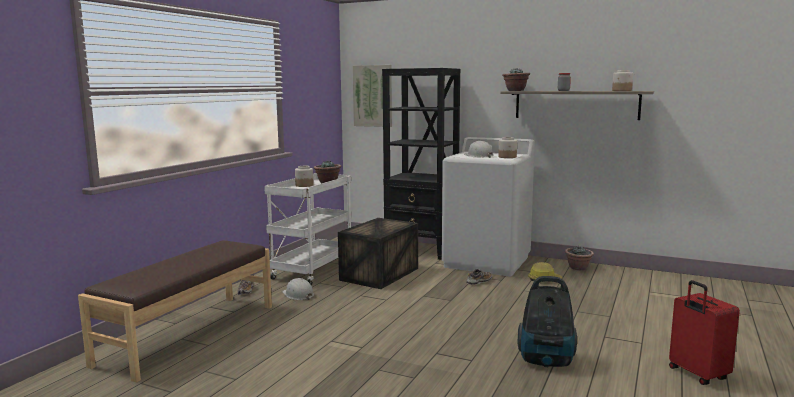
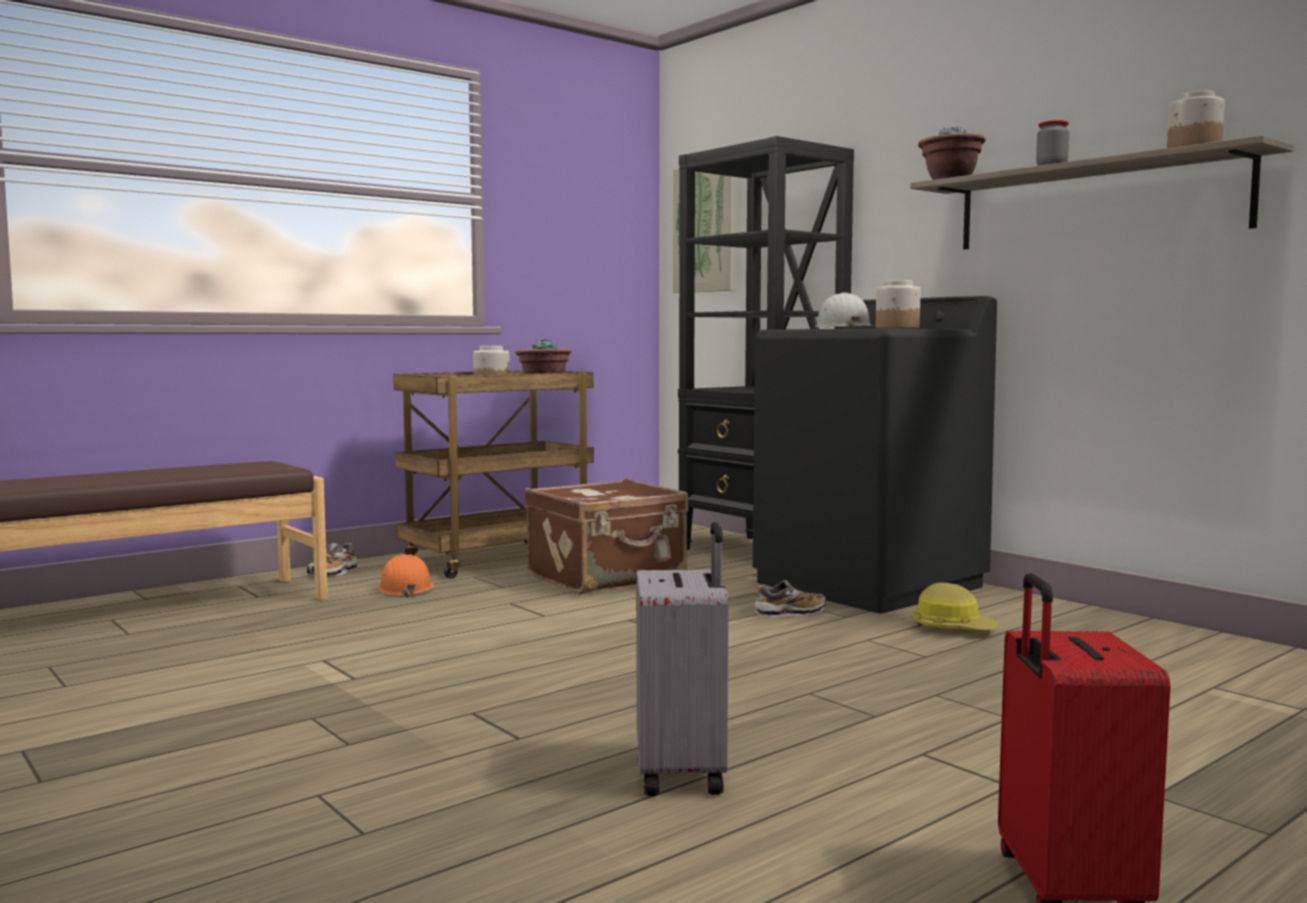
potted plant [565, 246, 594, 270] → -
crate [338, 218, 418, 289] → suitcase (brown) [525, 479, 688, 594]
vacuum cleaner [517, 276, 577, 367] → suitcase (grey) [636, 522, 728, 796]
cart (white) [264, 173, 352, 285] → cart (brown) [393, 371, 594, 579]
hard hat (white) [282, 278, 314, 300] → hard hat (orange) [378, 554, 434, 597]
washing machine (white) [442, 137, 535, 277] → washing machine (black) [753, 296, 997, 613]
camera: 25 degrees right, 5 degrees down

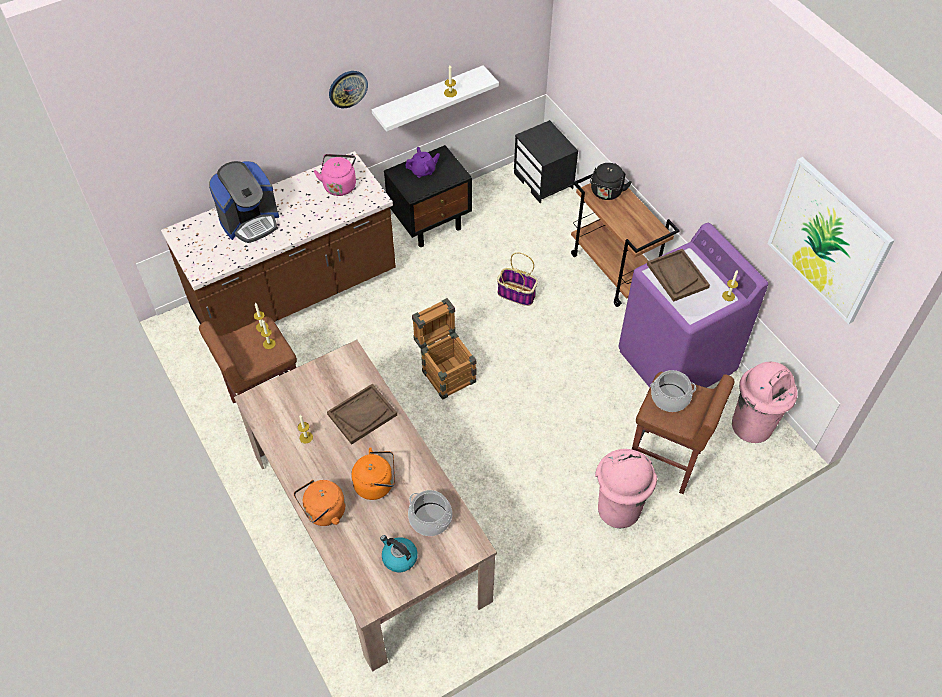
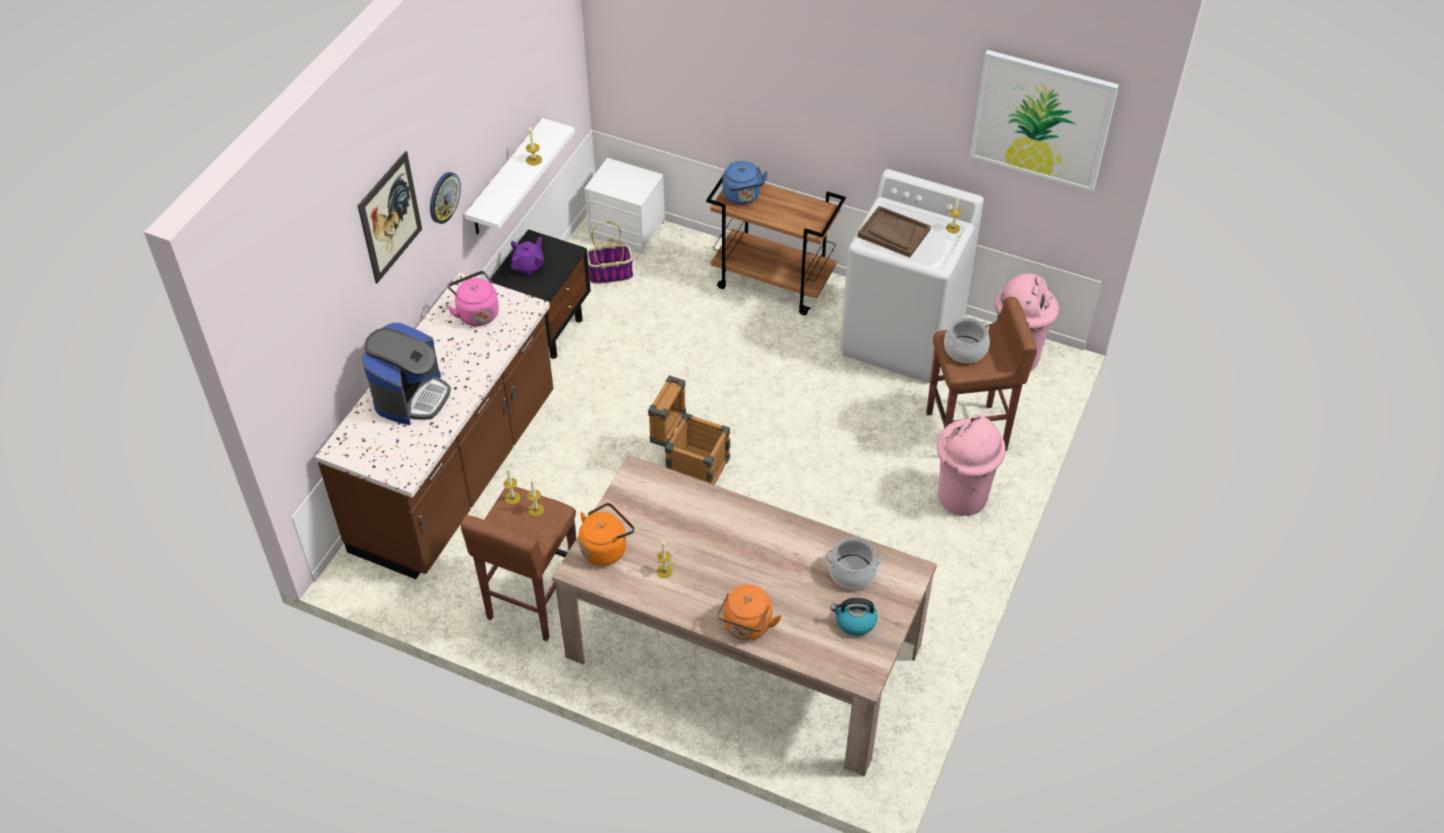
tray (brown) [327, 384, 397, 445] → -
- → picture [357, 151, 422, 283]
kettle (orange) [351, 447, 395, 500] → kettle (orange) [579, 503, 634, 566], moved
basket [497, 253, 538, 306] → basket [587, 222, 633, 284], moved
nightstand (black) [514, 120, 578, 203] → nightstand (white) [584, 158, 665, 254]
kettle (black) [590, 163, 632, 200] → kettle (blue) [723, 161, 768, 204]
washing machine (purple) [618, 223, 768, 388] → washing machine (white) [840, 169, 984, 383]
camera: 35 degrees left, 5 degrees down

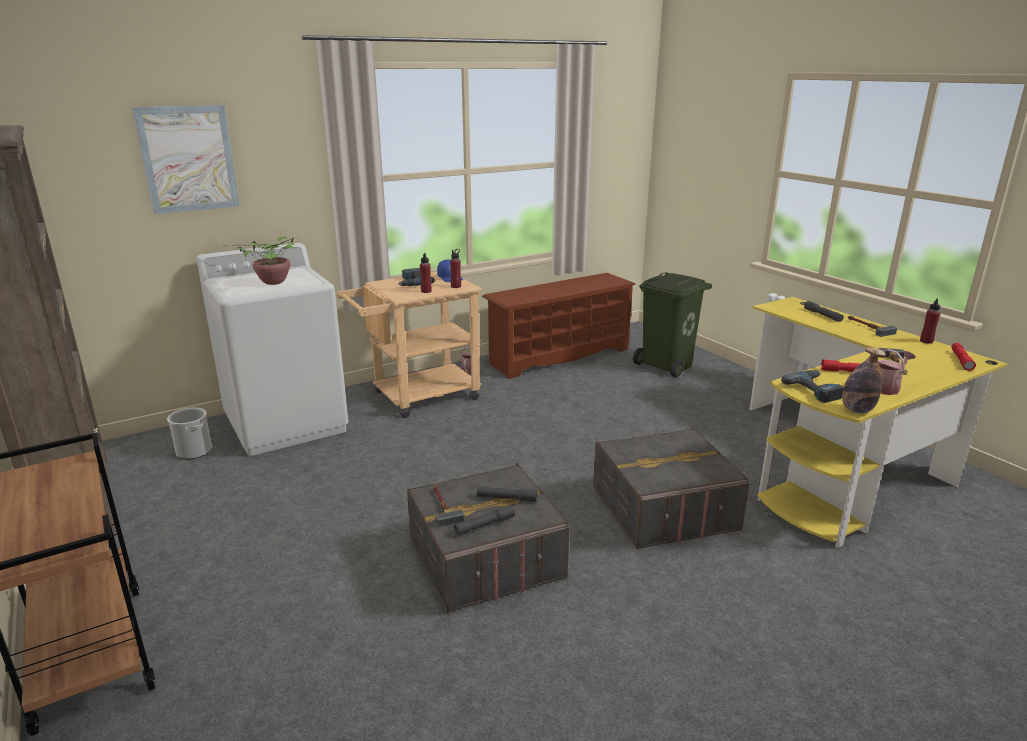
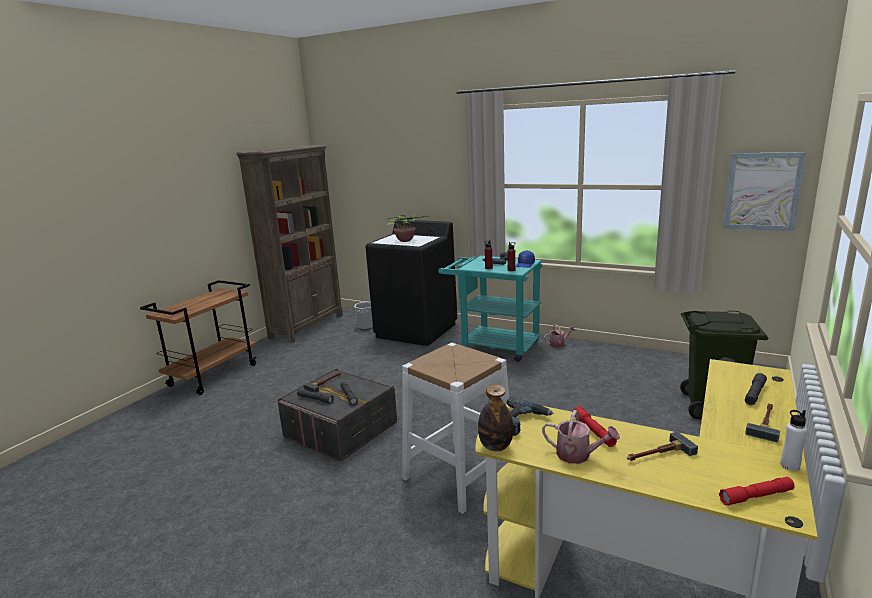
shoe rack (brown) [482, 273, 636, 379] → -
picture [132, 105, 240, 214] → picture [723, 152, 806, 231], moved
storage box (grey) [593, 427, 750, 549] → stool (white) [402, 343, 509, 514]
washing machine (white) [196, 243, 349, 456] → washing machine (black) [365, 219, 457, 346]
cart (beige) [336, 272, 482, 418] → cart (turquoise) [438, 256, 542, 362]
bottle (red) [920, 298, 941, 344] → bottle (white) [781, 410, 807, 471]
camera: 60 degrees right, 5 degrees down

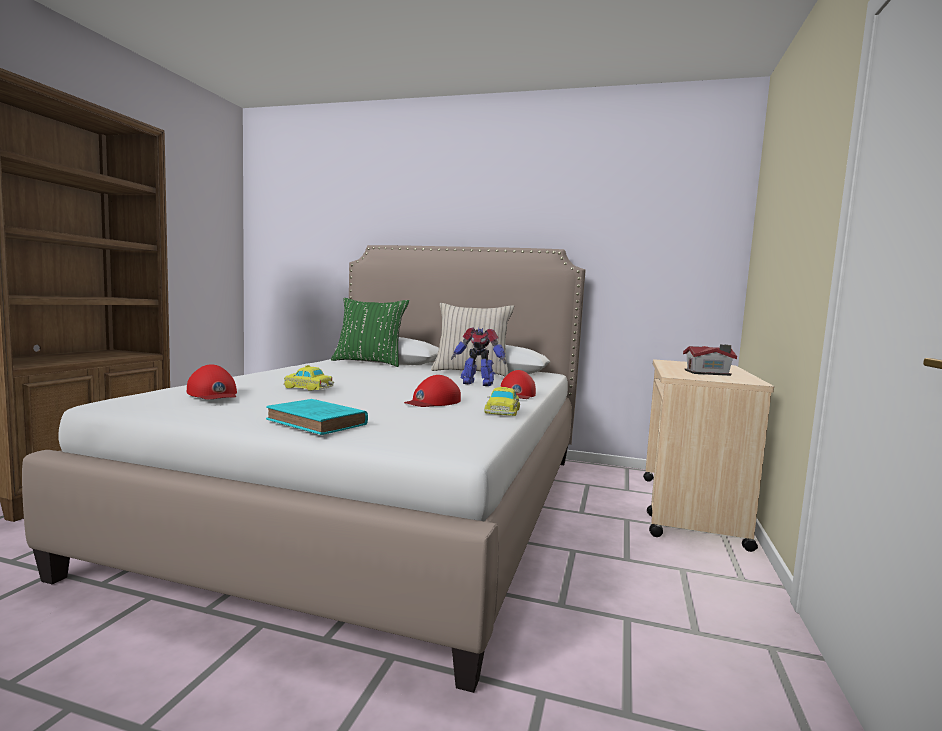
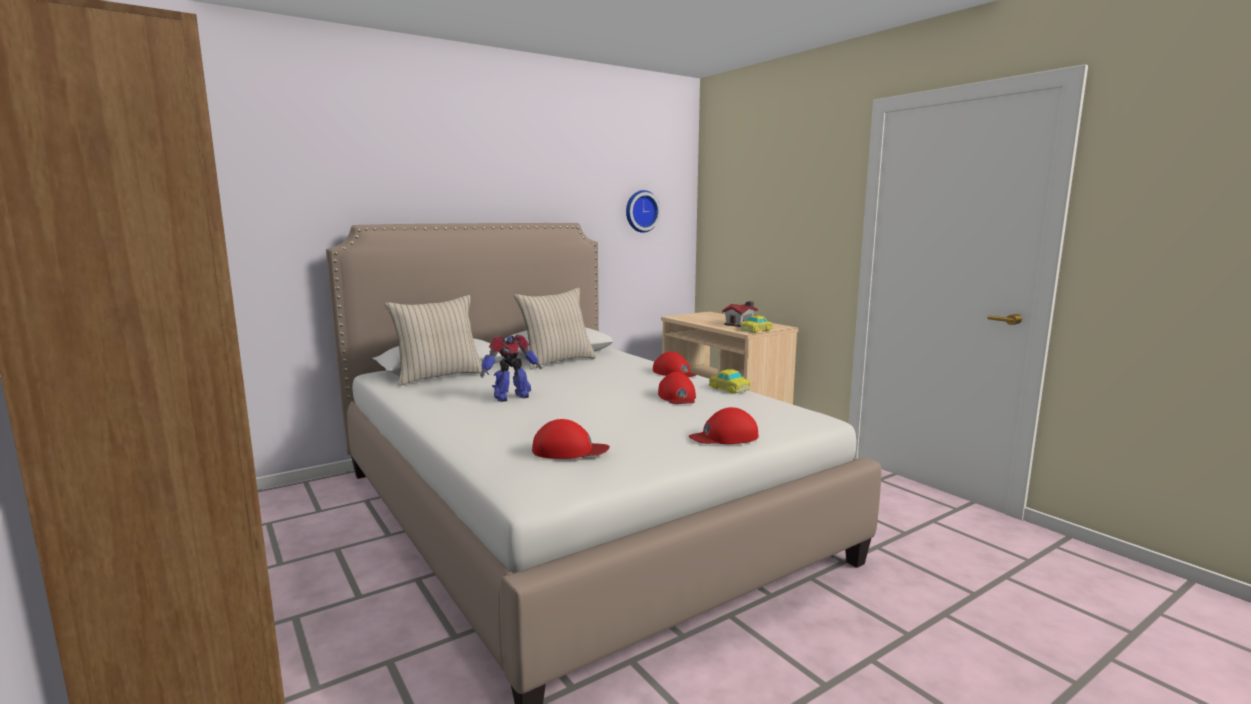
- → wall clock [626, 190, 661, 233]
toy car [283, 365, 334, 390] → toy car [740, 315, 773, 333], moved
toy robot [451, 327, 506, 386] → toy robot [480, 335, 542, 402], moved
book (turquoise) [266, 399, 368, 435] → cap (red) [689, 407, 758, 444]
pillow (green) [331, 298, 409, 367] → pillow (beige) [385, 295, 486, 386]
camera: 50 degrees left, 5 degrees up

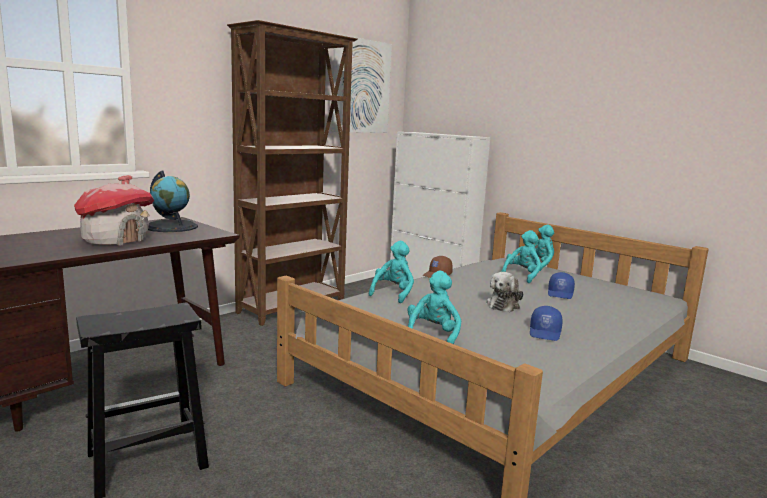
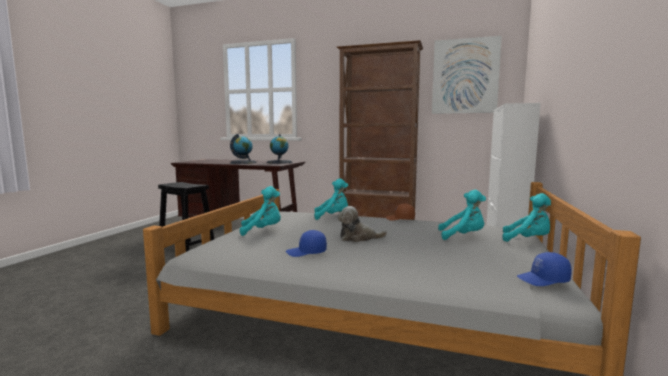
cap (blue) [548, 272, 575, 299] → cap (blue) [517, 252, 572, 286], moved
toy house [74, 175, 154, 246] → globe [230, 134, 257, 164]
camera: 65 degrees right, 5 degrees down

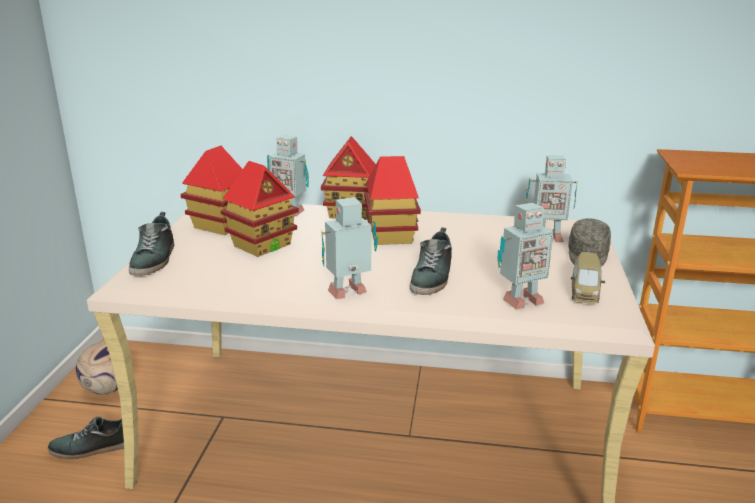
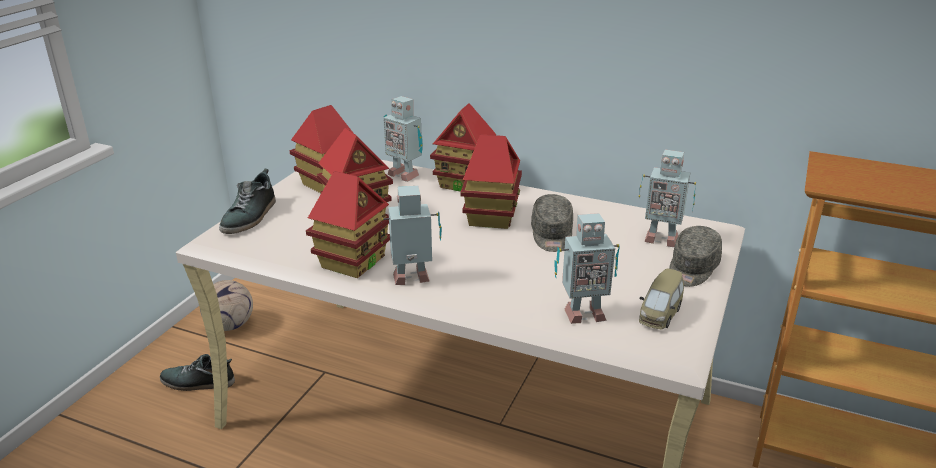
shoe [409, 227, 452, 295] → -
- → toy house [306, 171, 390, 278]
- → cap (grey) [531, 194, 573, 252]
camera: 15 degrees right, 5 degrees up

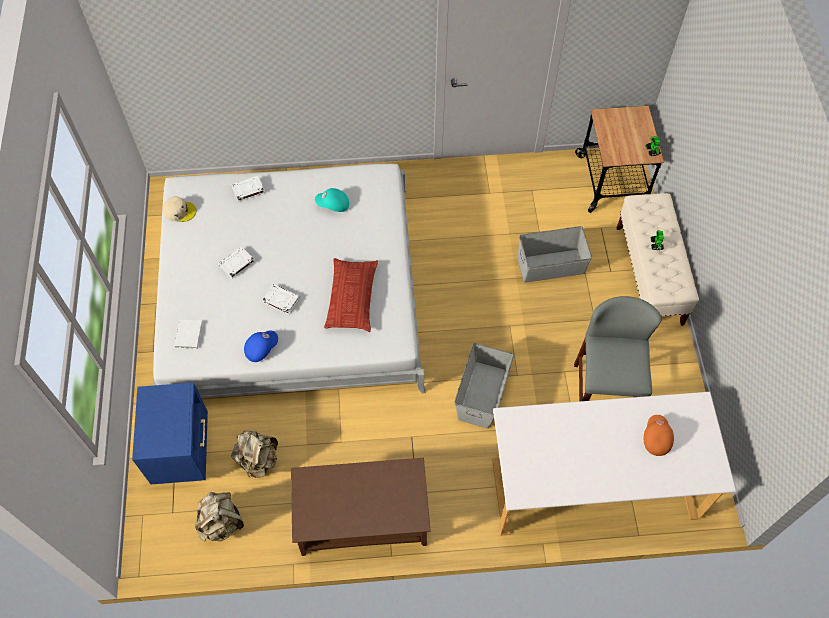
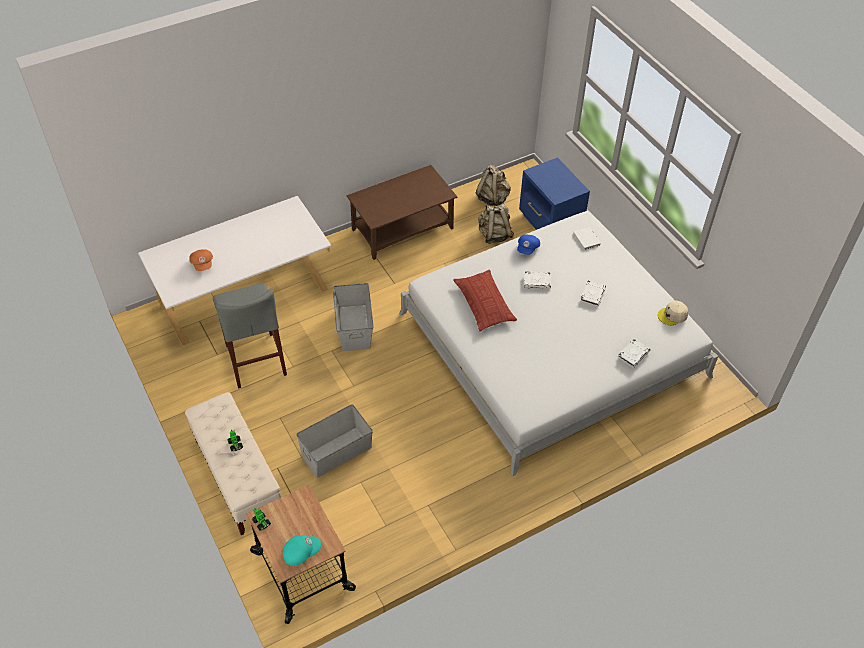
cap (turquoise) [315, 188, 349, 212] → cap (turquoise) [283, 535, 321, 566], moved
camera: 155 degrees right, 10 degrees down

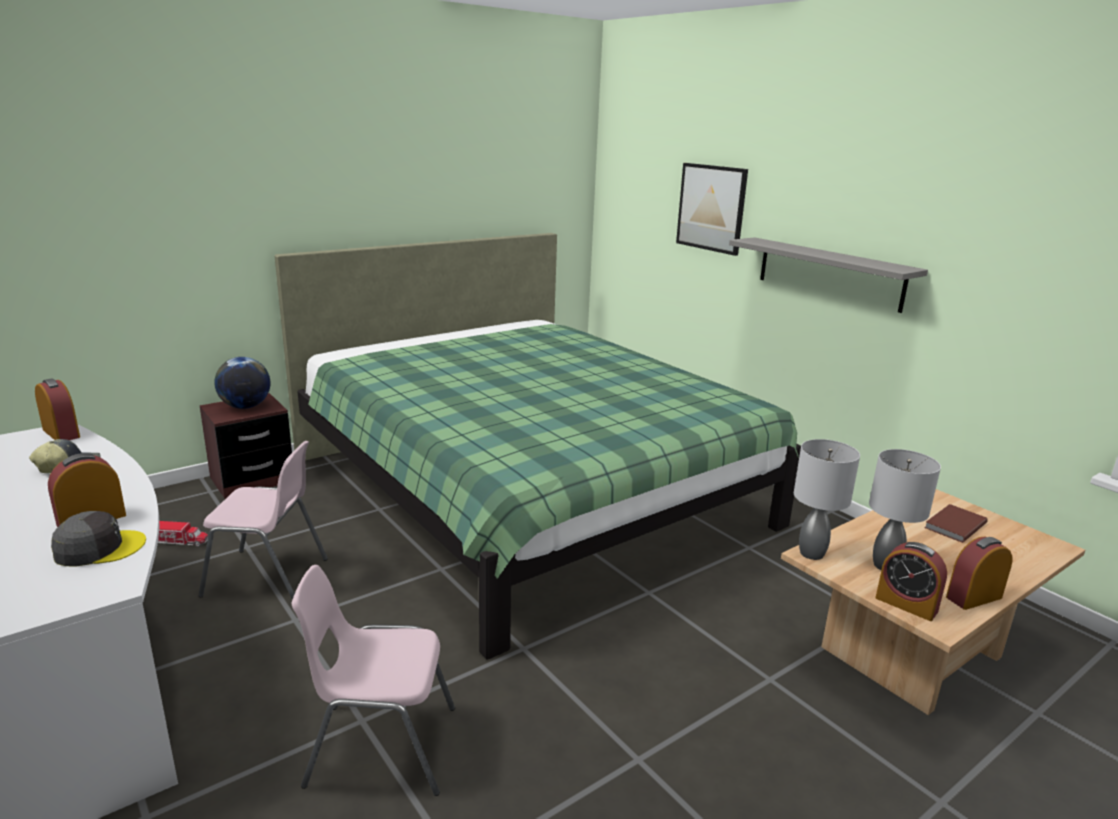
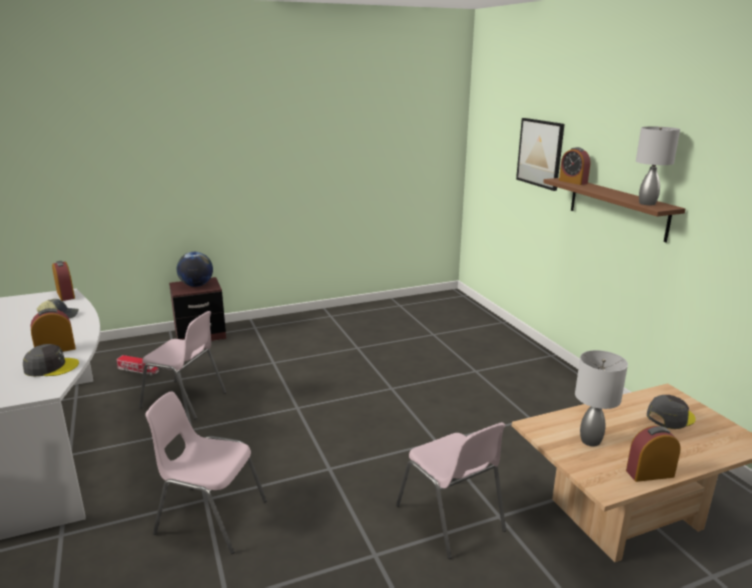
bed (green) [274, 233, 801, 660] → -
- → chair (pink) [396, 422, 506, 559]
table lamp (grey) [794, 439, 860, 560] → table lamp (grey) [636, 126, 680, 205], moved
alarm clock [875, 542, 947, 621] → alarm clock [559, 147, 591, 185], moved
book (brown) [924, 504, 988, 543] → cap (grey) [647, 395, 696, 429]
shelf (grey) [729, 237, 928, 313] → shelf (brown) [543, 178, 685, 242]
camera: 15 degrees right, 0 degrees up

